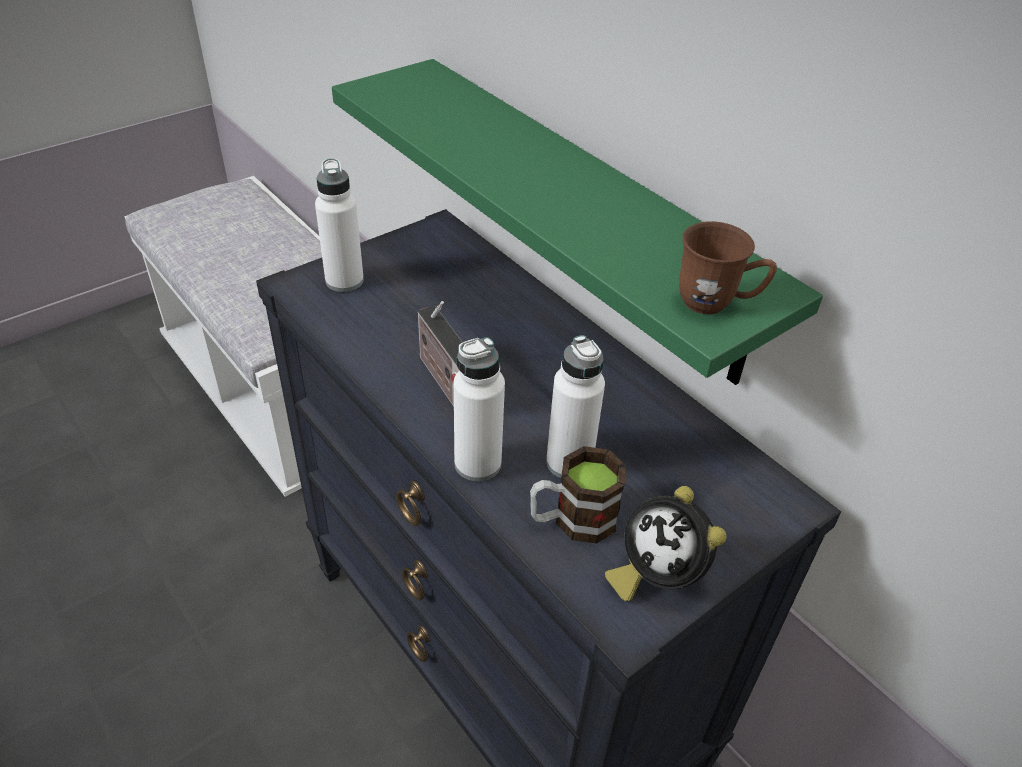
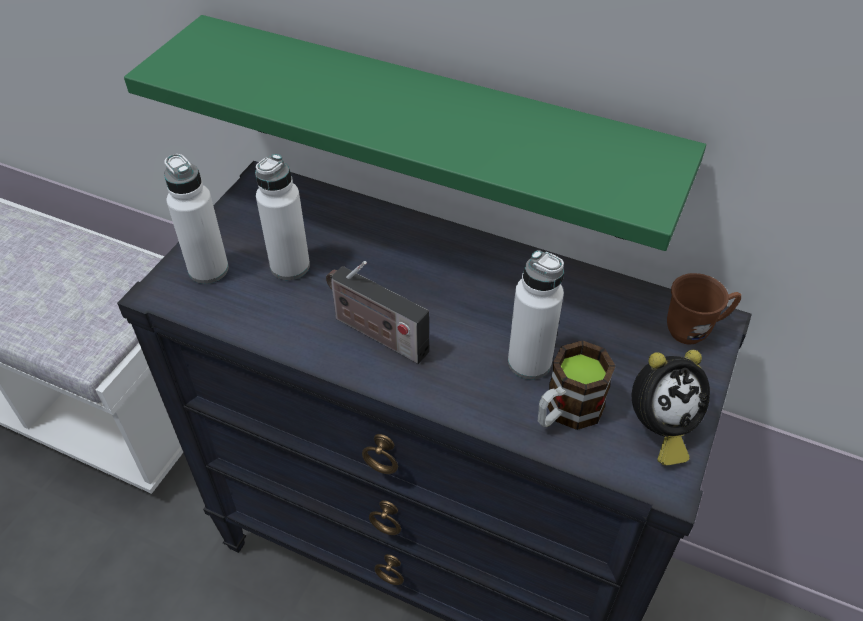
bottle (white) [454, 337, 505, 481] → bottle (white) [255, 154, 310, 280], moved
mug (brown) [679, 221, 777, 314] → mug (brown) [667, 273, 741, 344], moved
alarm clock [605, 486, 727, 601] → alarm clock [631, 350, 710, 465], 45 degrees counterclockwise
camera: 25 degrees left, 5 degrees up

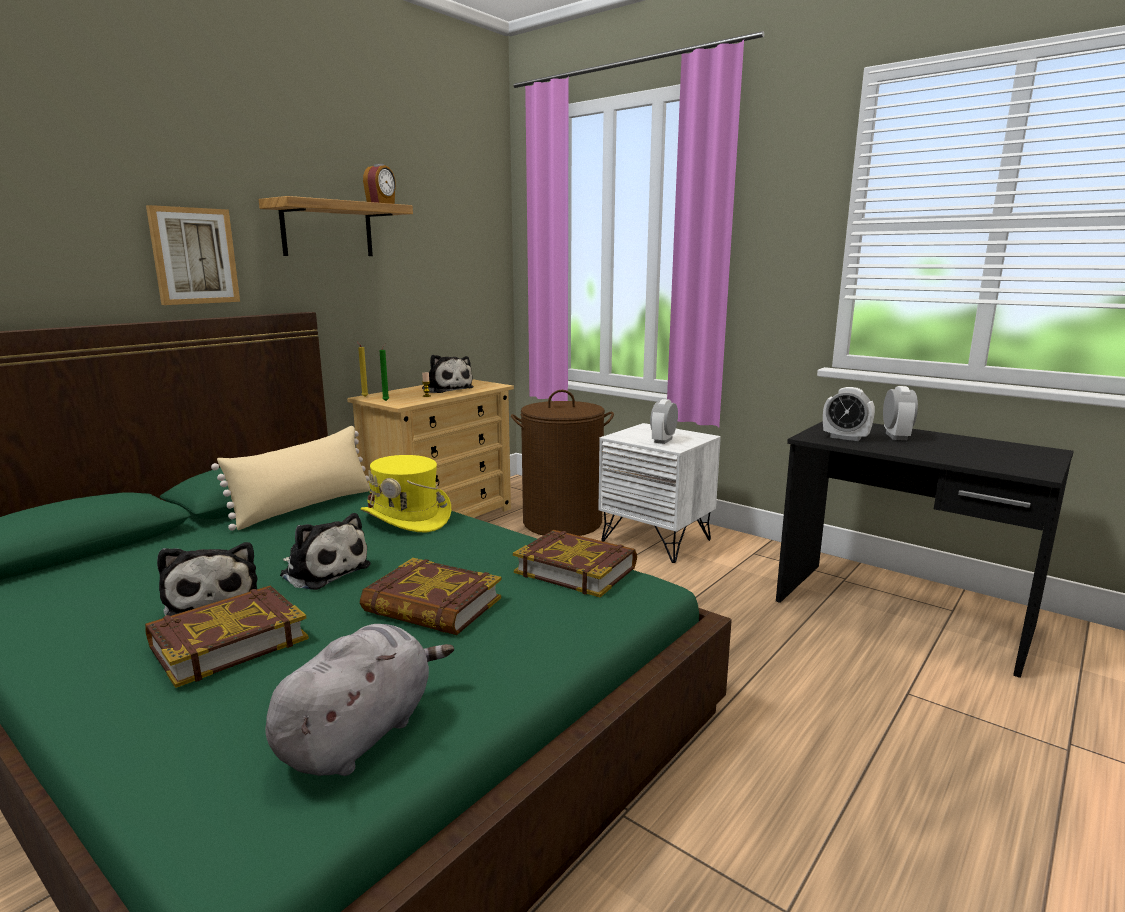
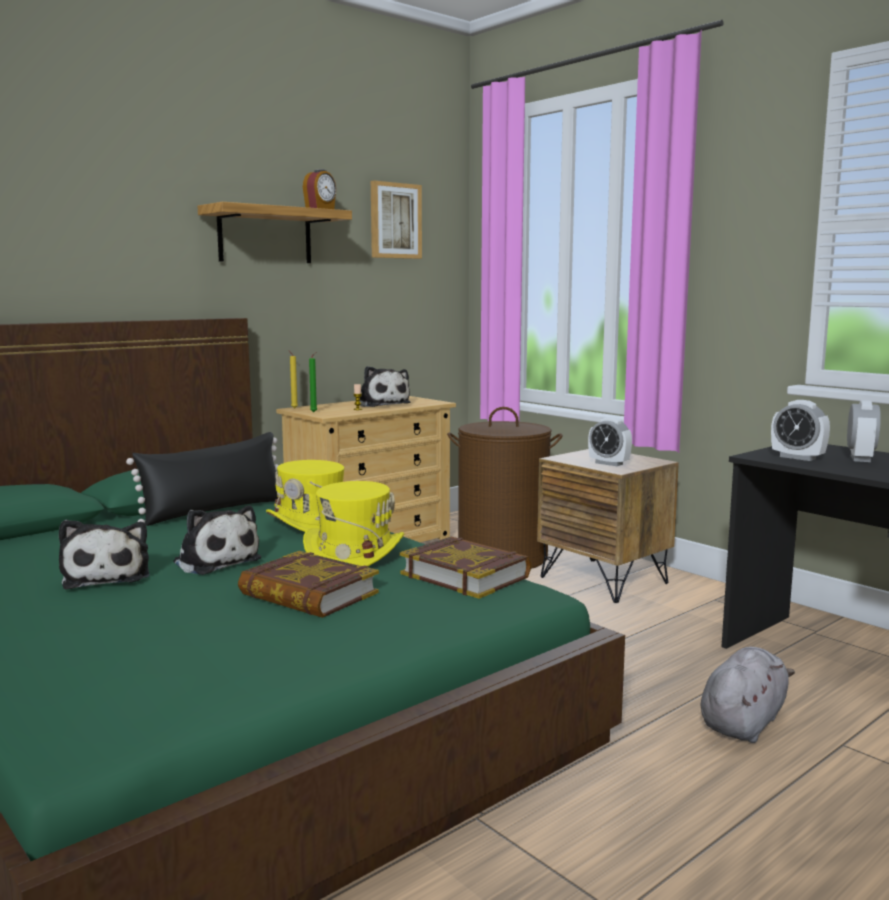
book [145, 585, 309, 688] → -
- → hat (yellow) [303, 481, 404, 566]
picture [146, 205, 240, 305] → picture [371, 180, 422, 259], moved
plush toy (grey) [265, 624, 454, 776] → plush toy (grey) [701, 647, 795, 743], moved
pillow (beige) [211, 426, 370, 531] → pillow (black) [126, 432, 279, 526]
nightstand (white) [598, 423, 721, 563] → nightstand (brown) [537, 449, 679, 603]
alarm clock [650, 399, 678, 444] → alarm clock [588, 417, 632, 466], 90 degrees counterclockwise
camera: 10 degrees right, 5 degrees down

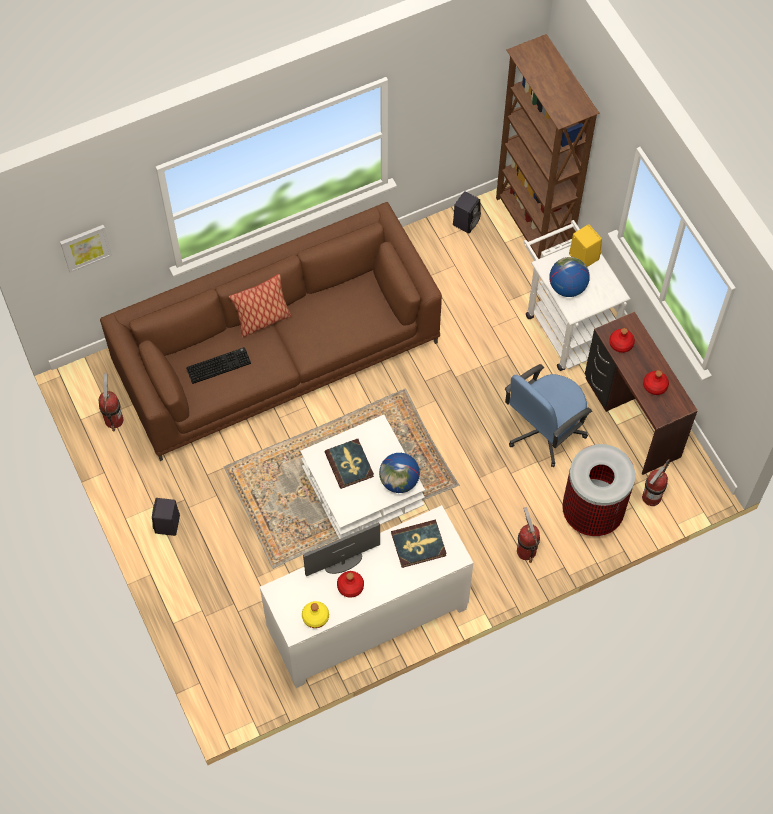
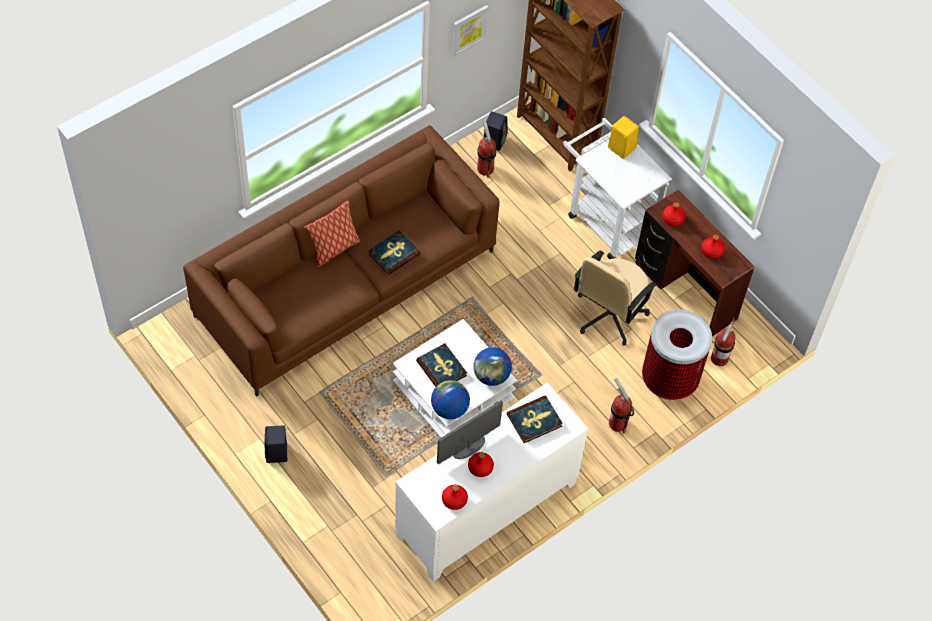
keyboard [186, 347, 251, 384] → -
- → book [368, 230, 420, 275]
picture [60, 225, 112, 273] → picture [452, 5, 489, 56], moved
fire extinguisher [99, 373, 123, 431] → fire extinguisher [477, 120, 496, 178], moved
globe [549, 257, 590, 297] → globe [431, 380, 470, 419], moved
bottle (yellow) [302, 601, 329, 628] → bottle (red) [442, 485, 468, 510]
office chair (blue) [505, 364, 592, 467] → office chair (beige) [574, 251, 656, 346]
camera: 15 degrees left, 5 degrees down

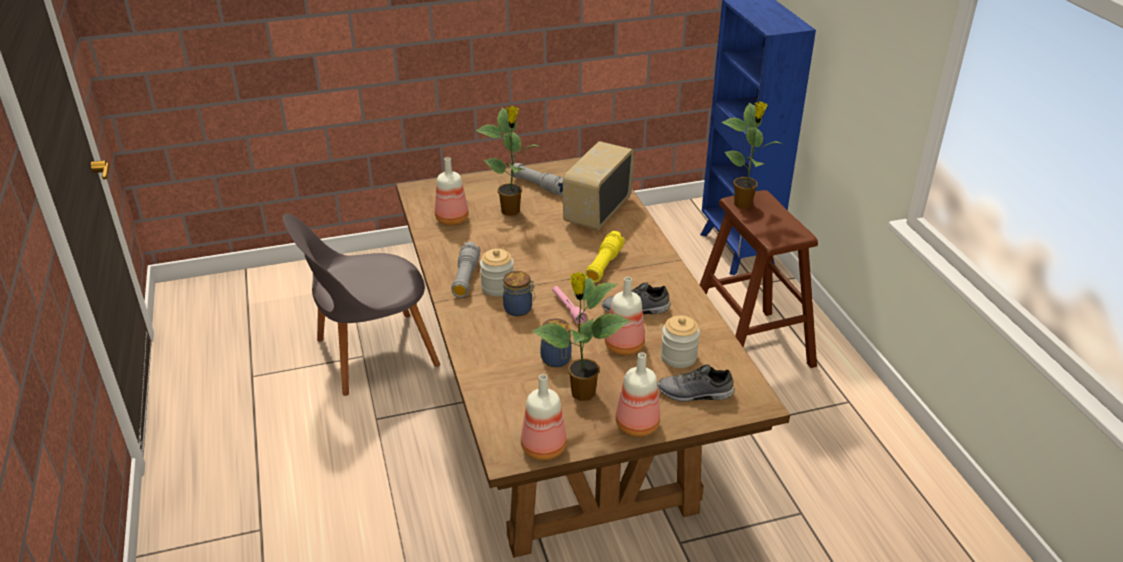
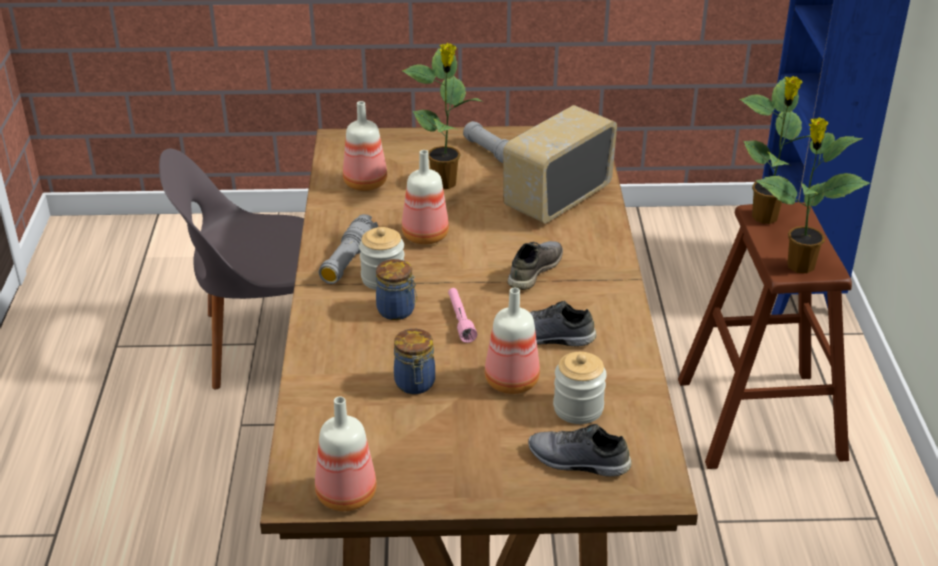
potted plant [531, 272, 631, 401] → potted plant [755, 117, 870, 273], moved
bottle [615, 352, 660, 437] → bottle [402, 150, 449, 245], moved
flashlight (yellow) [585, 231, 625, 283] → shoe (grey) [508, 241, 563, 290]
camera: 15 degrees right, 0 degrees up

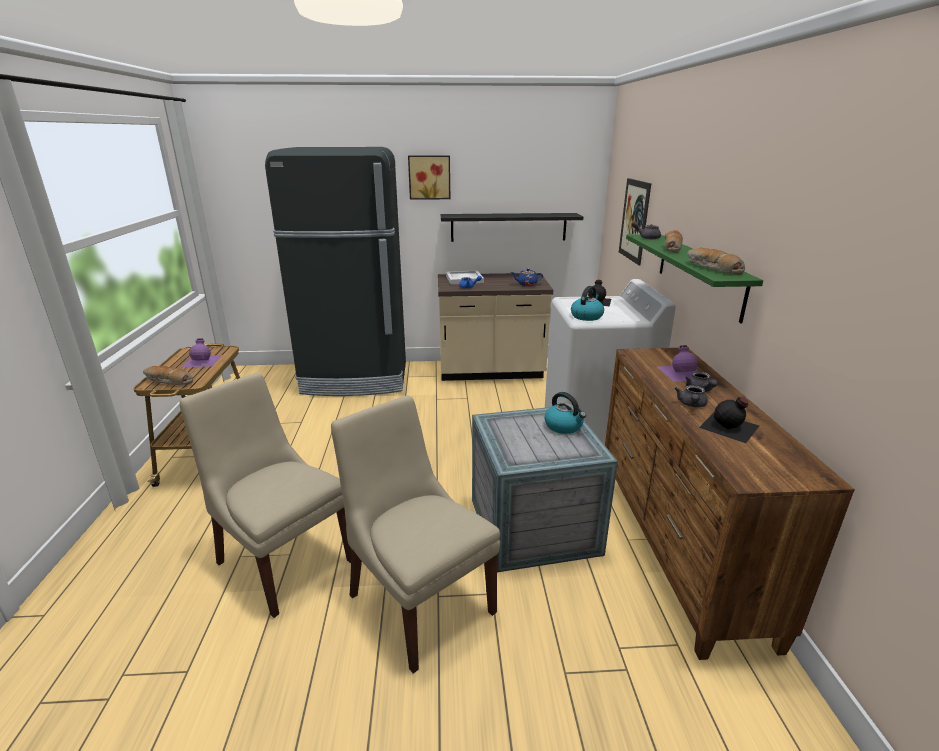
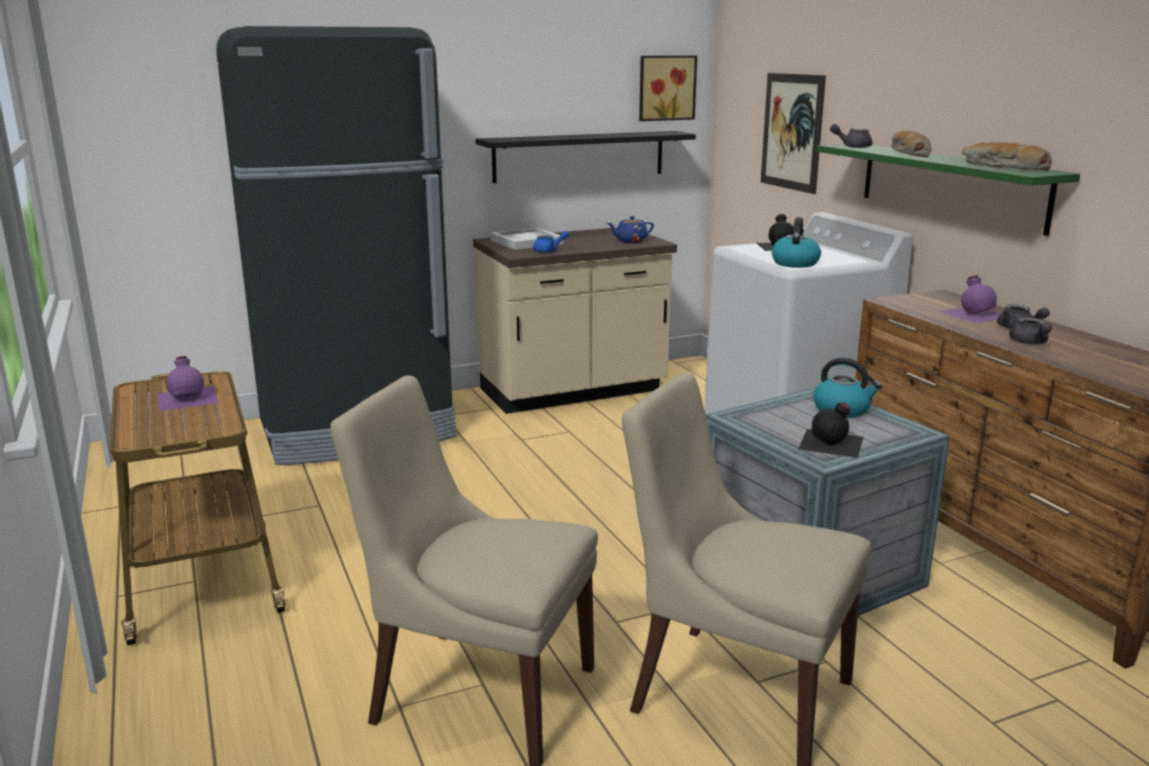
bread [143, 366, 193, 385] → -
picture [408, 155, 450, 200] → picture [639, 56, 697, 121], moved
bottle (black) [699, 397, 759, 443] → bottle (black) [799, 402, 863, 458], moved
camera: 20 degrees left, 5 degrees down

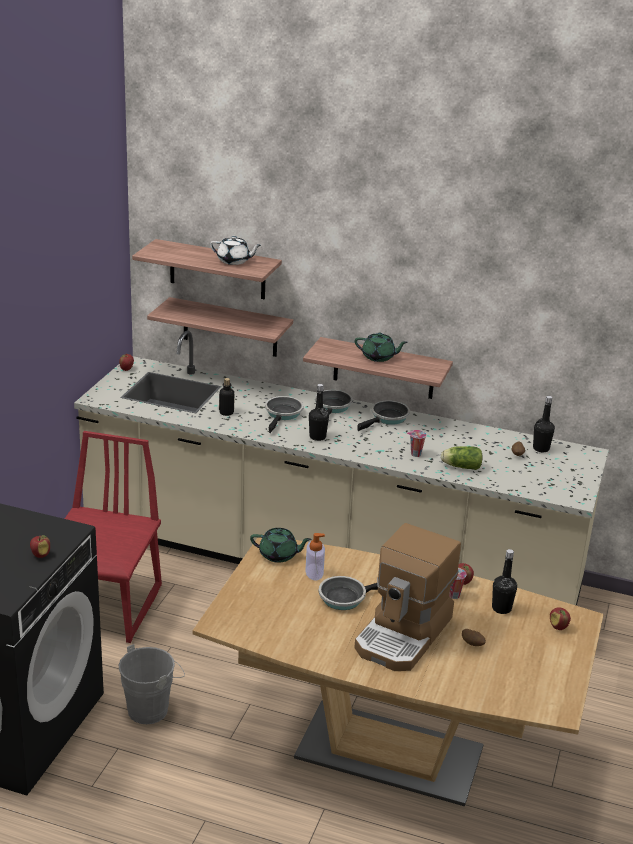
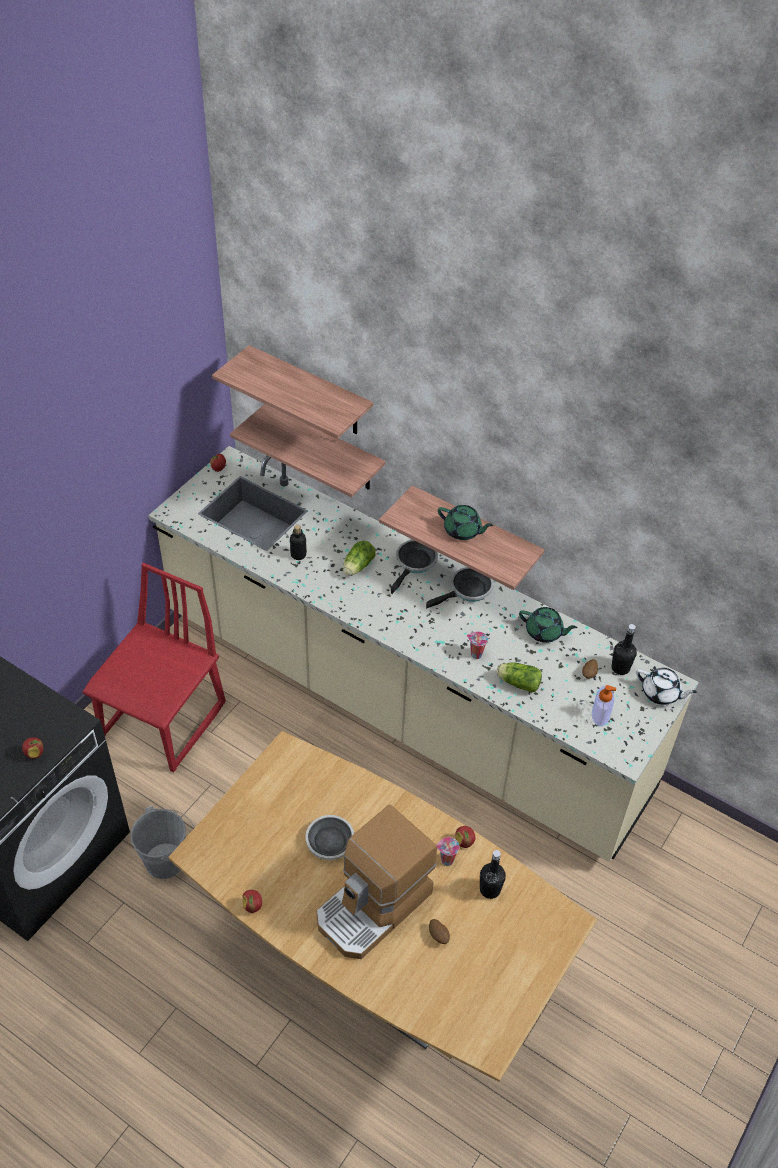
bottle (black) [309, 384, 329, 441] → -
teapot (white) [210, 236, 261, 265] → teapot (white) [636, 668, 697, 705], moved
teapot (green) [250, 528, 311, 563] → teapot (green) [519, 607, 577, 643], moved
soap dispenser [305, 533, 325, 581] → soap dispenser [592, 685, 616, 726], moved
apple [550, 607, 571, 630] → apple [243, 890, 262, 913], moved
frying pan [265, 396, 304, 433] → lettuce [343, 541, 376, 576]
camera: 15 degrees right, 20 degrees up

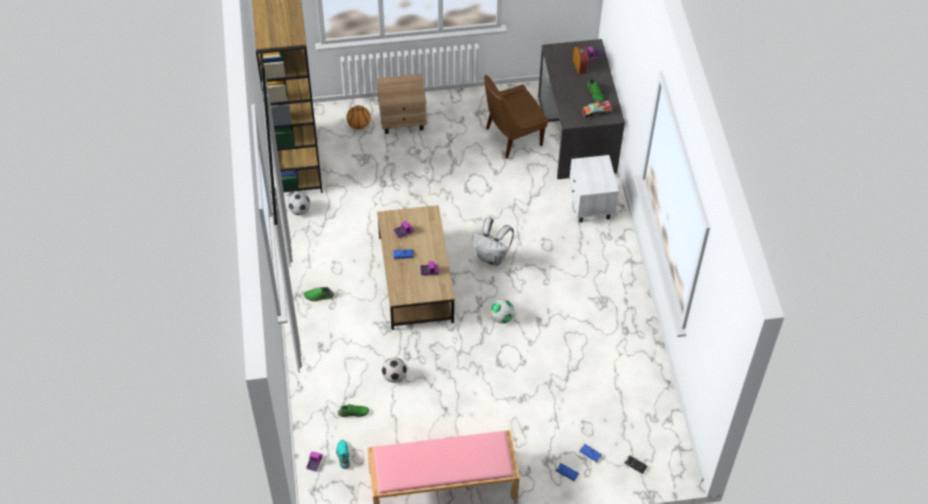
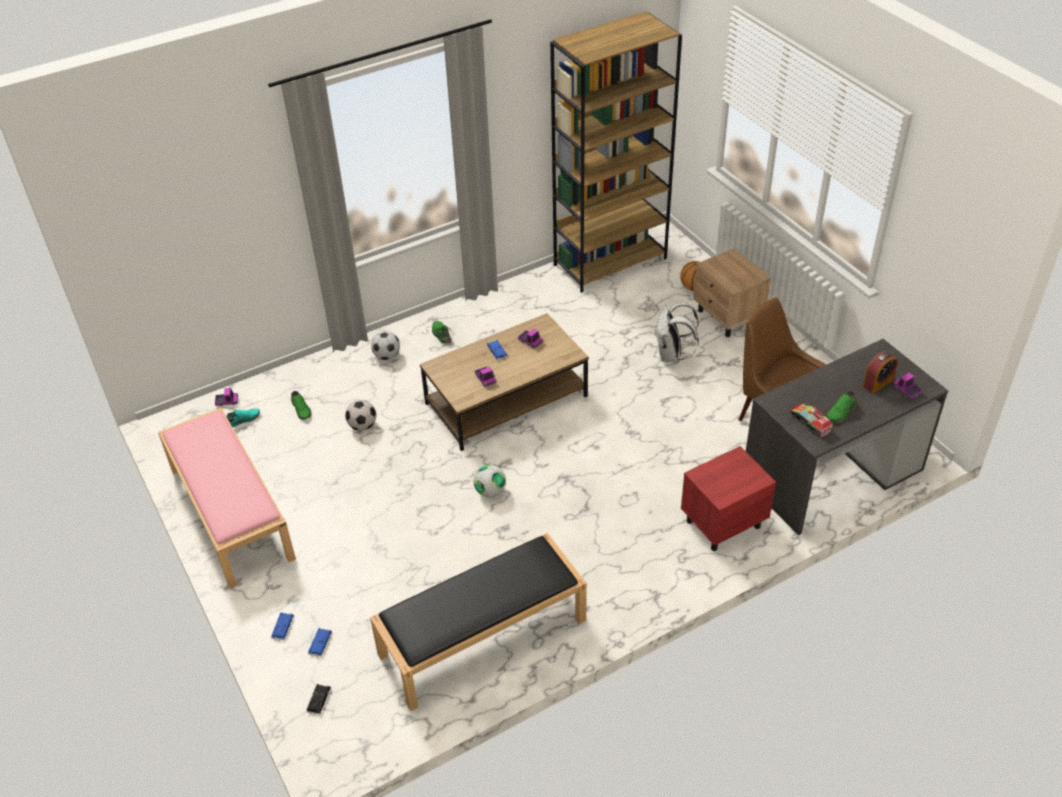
- → bench (black) [370, 533, 587, 711]
football [287, 192, 310, 215] → football [371, 331, 400, 360], moved
backpack (white) [472, 218, 514, 266] → backpack (white) [655, 302, 699, 363], moved
nightstand (white) [569, 155, 619, 223] → nightstand (red) [681, 446, 776, 551]
camera: 70 degrees right, 10 degrees down

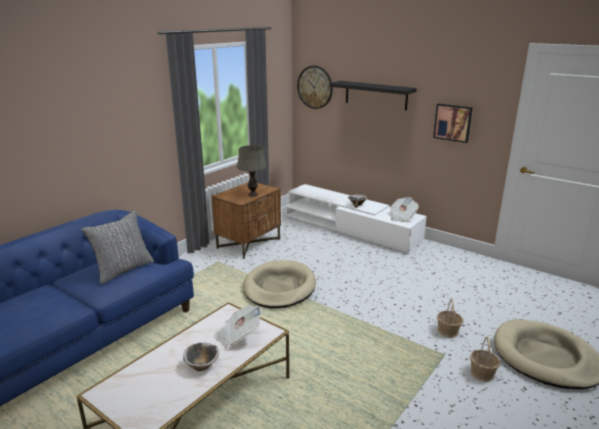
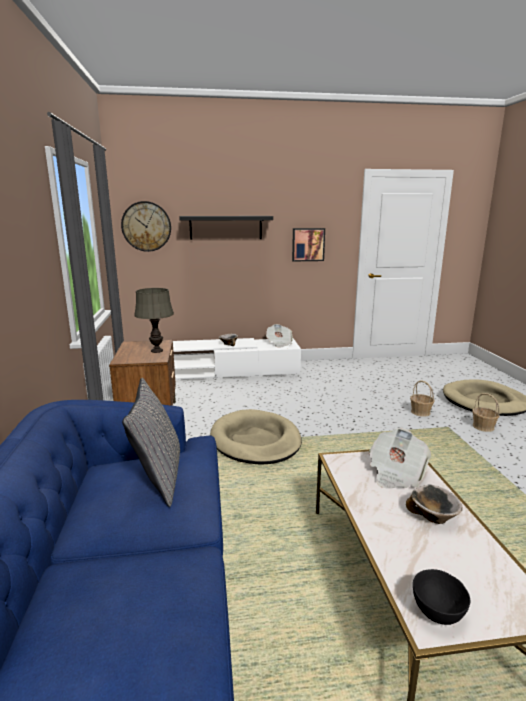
- → bowl (black) [413, 569, 470, 625]
camera: 45 degrees left, 5 degrees down

